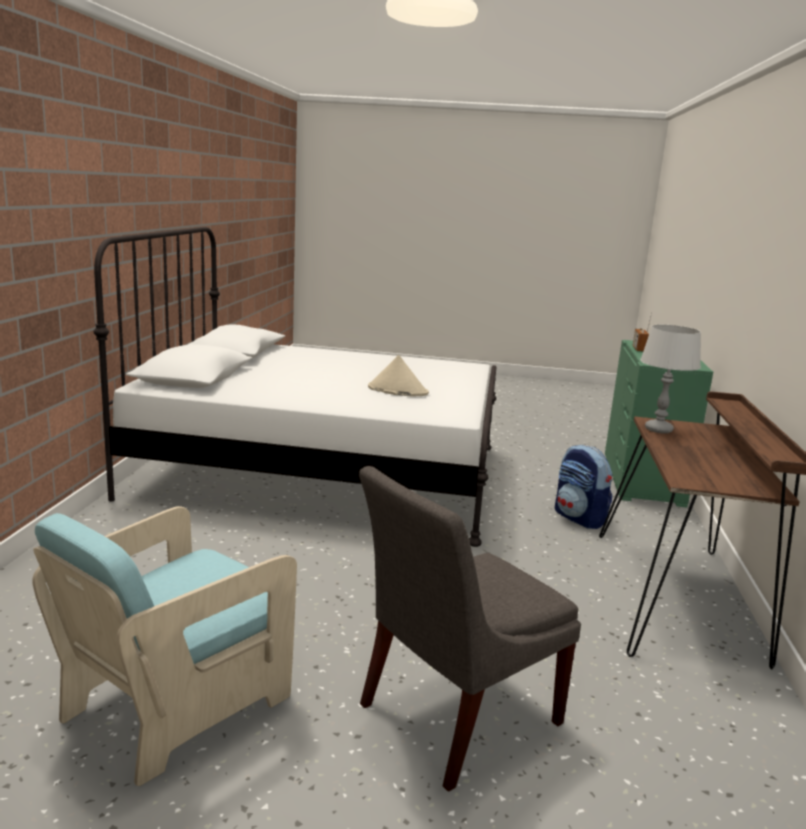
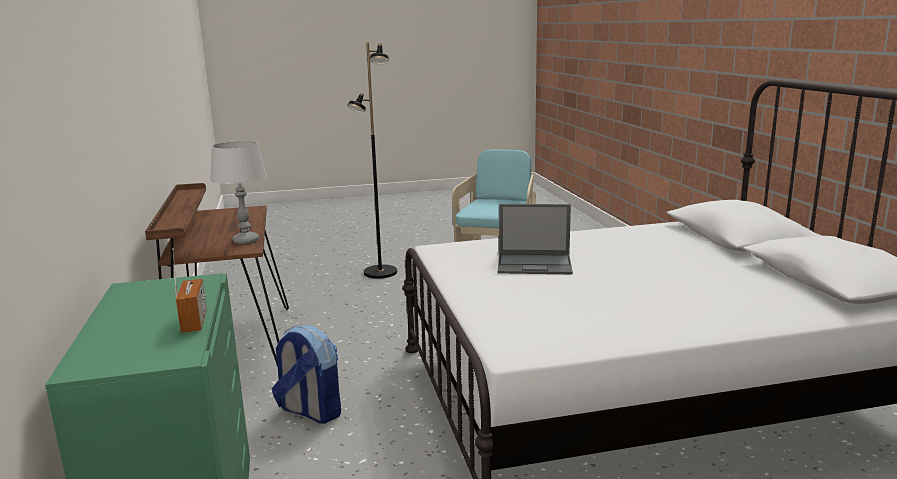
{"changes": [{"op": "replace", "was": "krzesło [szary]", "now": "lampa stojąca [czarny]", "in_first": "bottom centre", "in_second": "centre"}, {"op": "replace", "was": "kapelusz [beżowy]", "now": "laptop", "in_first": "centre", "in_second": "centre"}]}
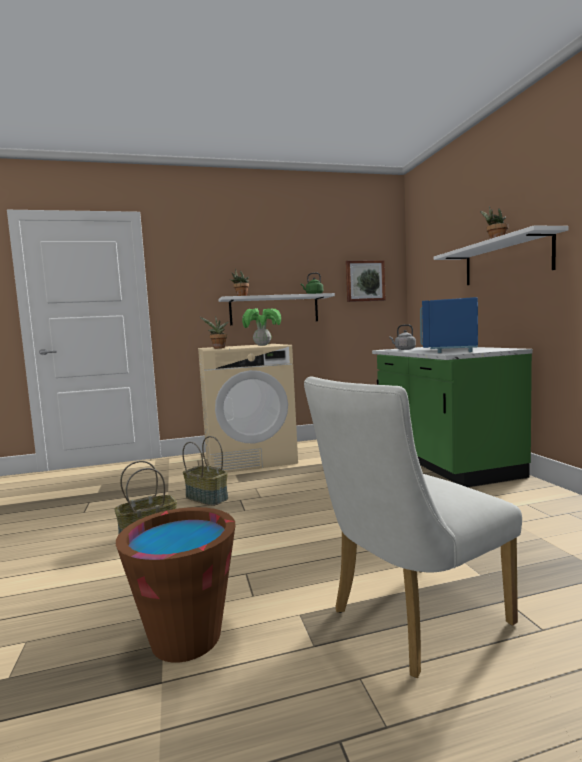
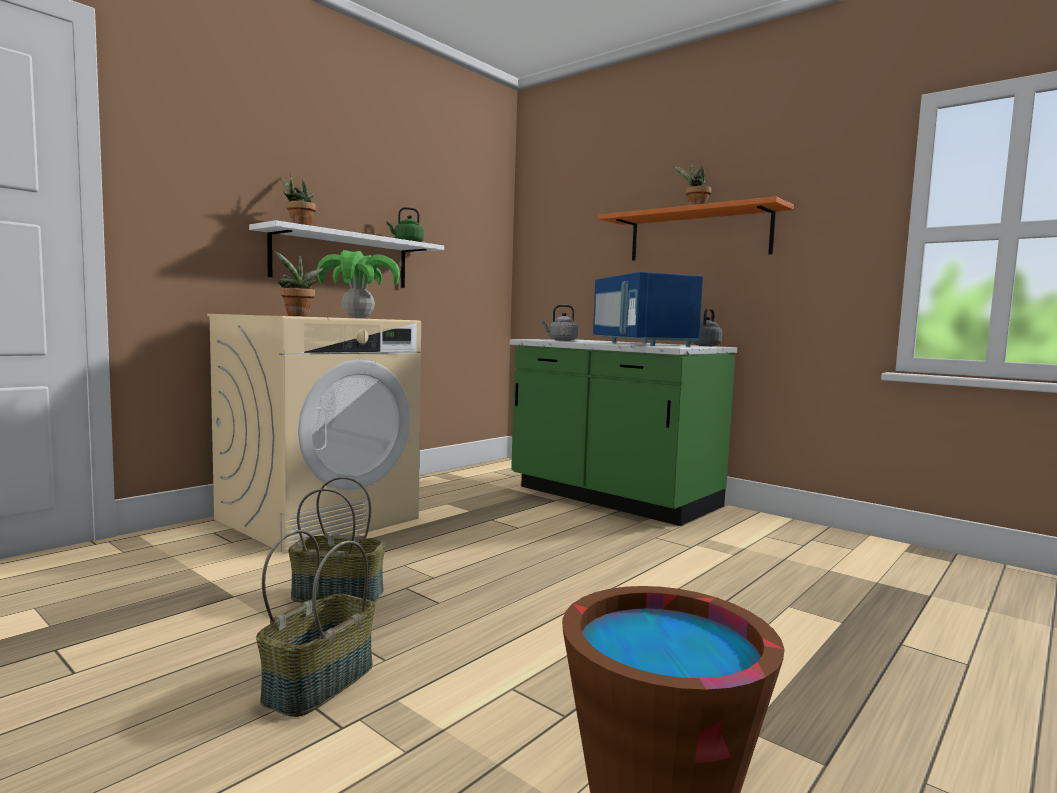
{"changes": [{"op": "recolor", "was": "półka [biały] (2nd from left)", "now": "półka [pomarańczowy]", "in_first": "middle right", "in_second": "top centre"}, {"op": "insert", "now": "czajnik [szary] (2nd from left)", "in_second": "middle right"}, {"op": "delete", "was": "krzesło [biały]", "in_first": "bottom right"}, {"op": "delete", "was": "obraz", "in_first": "centre"}]}
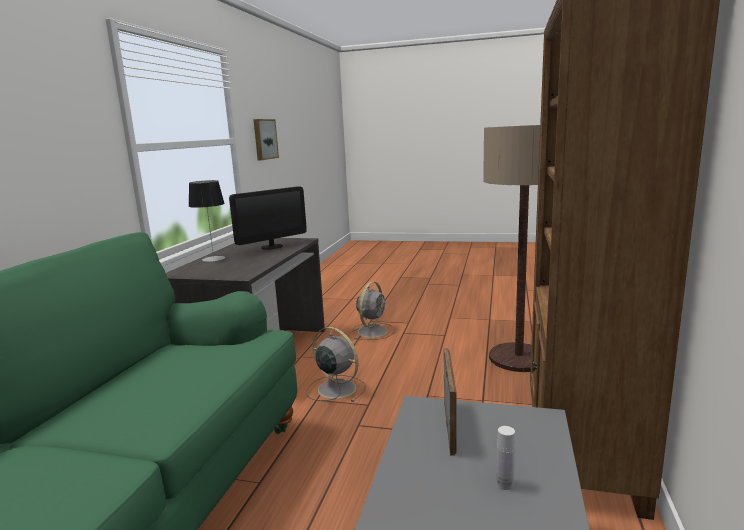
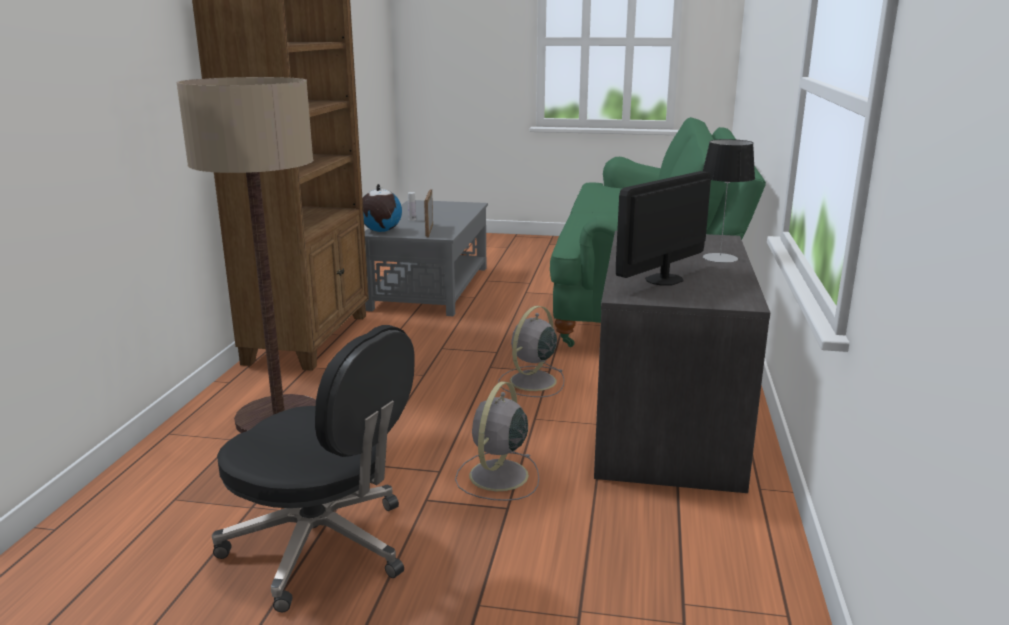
{"changes": [{"op": "insert", "now": "krzesło biurowe [czarny]", "in_second": "bottom left"}, {"op": "insert", "now": "globus", "in_second": "top centre"}, {"op": "rotate", "was": "wentylator [szary] (1st from left in the first image)", "in_first": "bottom centre", "in_second": "centre", "clockwise": 90}, {"op": "delete", "was": "obraz", "in_first": "top centre"}]}
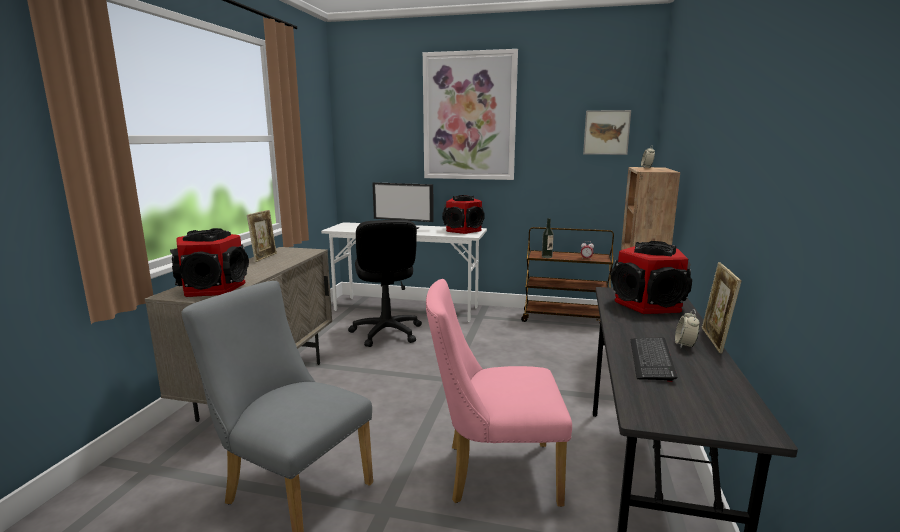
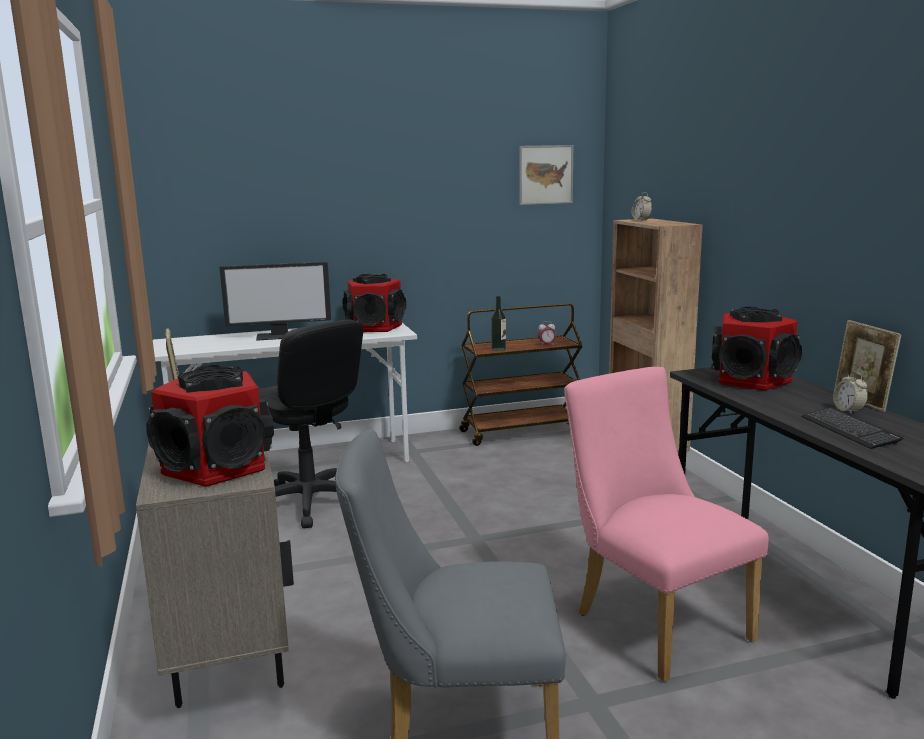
{"changes": [{"op": "rotate", "was": "krzesło [różowy]", "in_first": "bottom centre", "in_second": "bottom right", "clockwise": 90}, {"op": "delete", "was": "obraz (1st from left)", "in_first": "top centre"}]}
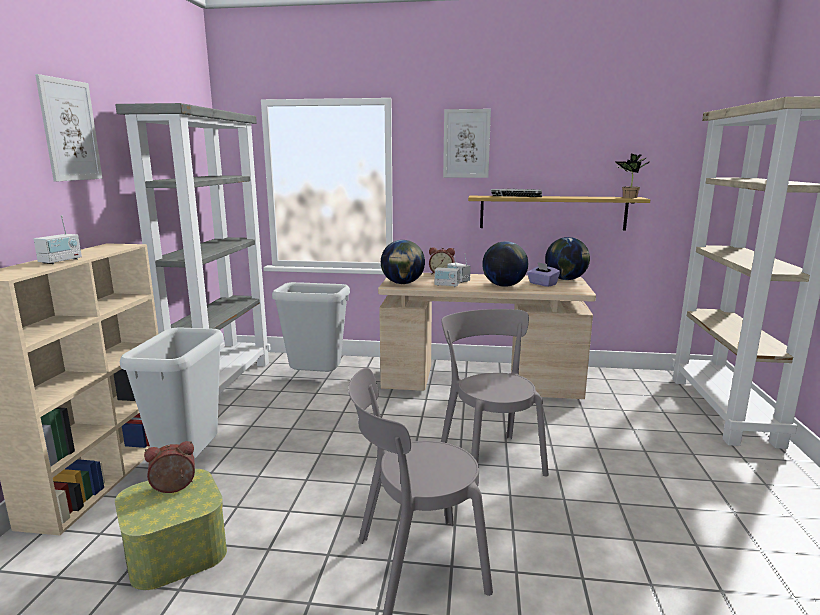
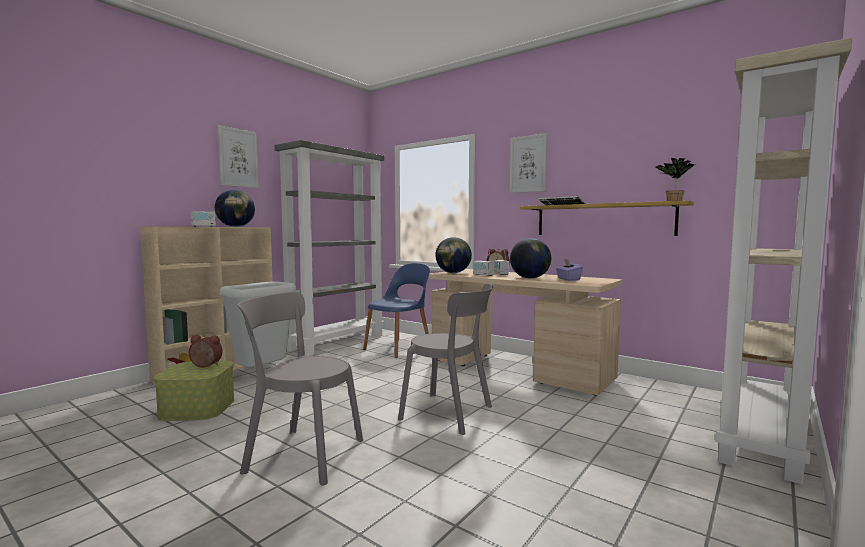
{"changes": [{"op": "move", "was": "globus (3rd from left in the first image)", "now": "globus (1st from left)", "in_first": "middle right", "in_second": "middle left"}, {"op": "replace", "was": "kosz na śmieci [szary] (2nd from left)", "now": "krzesło [niebieski]", "in_first": "centre", "in_second": "centre"}, {"op": "rotate", "was": "krzesło [szary] (2nd from left)", "in_first": "centre", "in_second": "centre", "clockwise": 105}]}
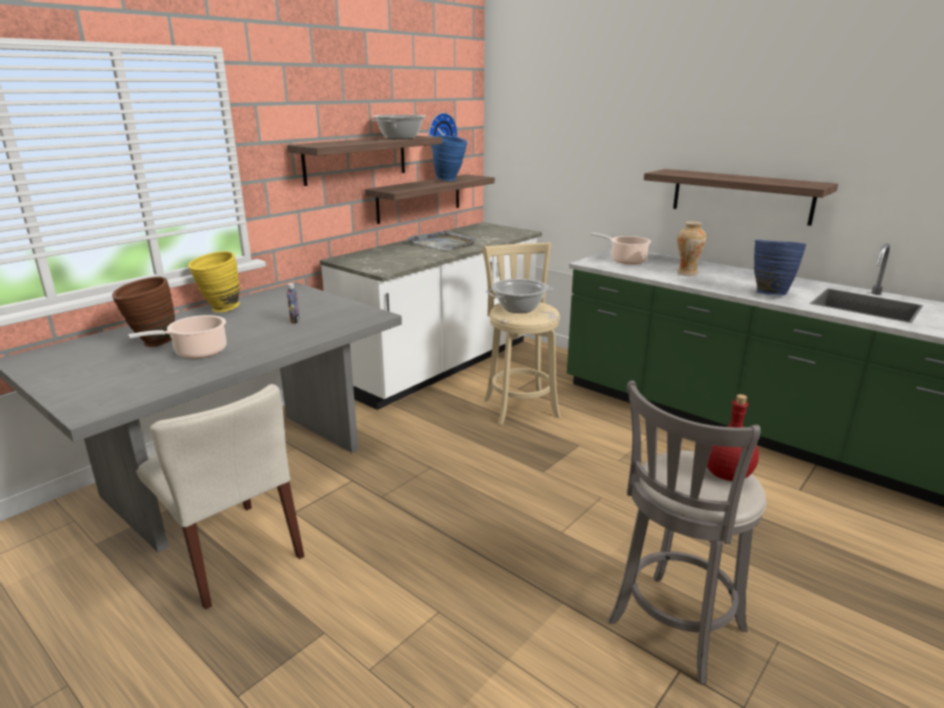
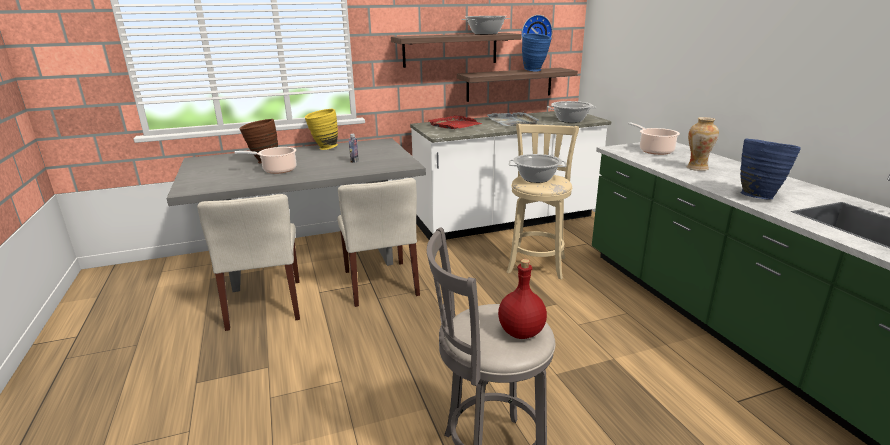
{"changes": [{"op": "insert", "now": "krzesło [beżowy] (2nd from left)", "in_second": "centre"}, {"op": "insert", "now": "taca [czerwony]", "in_second": "top centre"}, {"op": "insert", "now": "garnek (4th from left)", "in_second": "top centre"}, {"op": "delete", "was": "półka (3rd from left)", "in_first": "top right"}]}
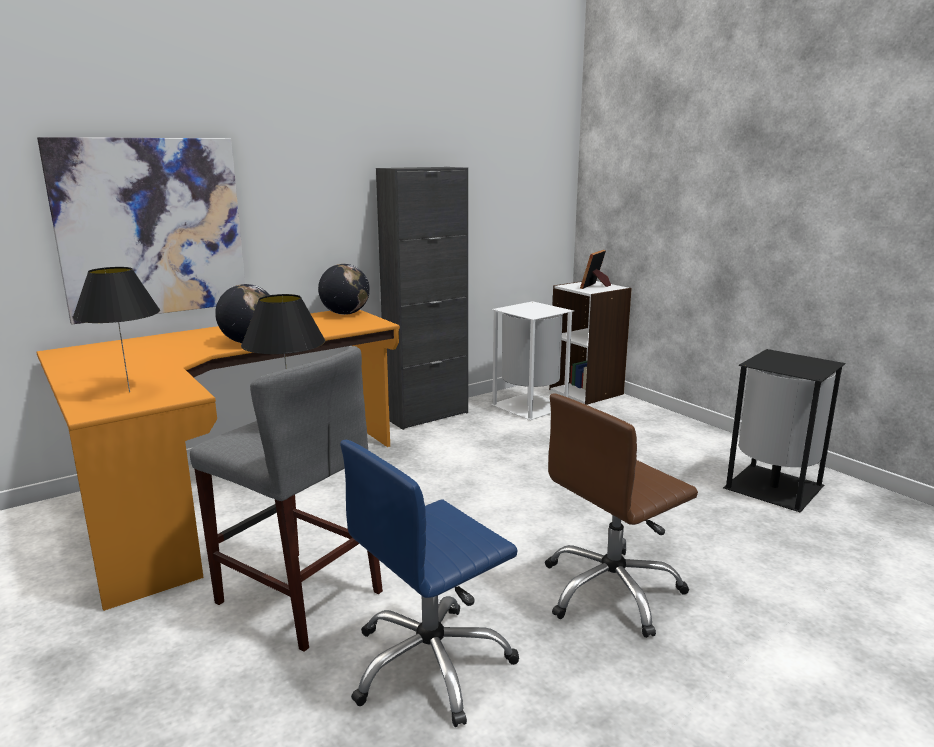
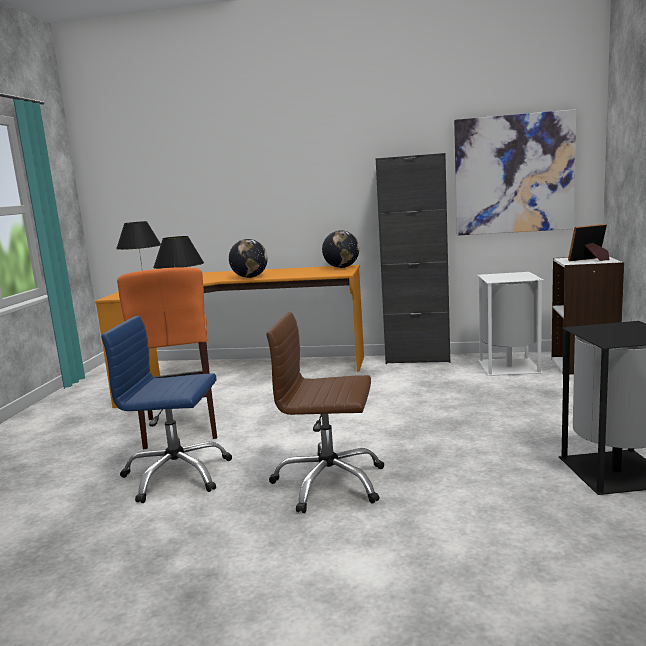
{"changes": [{"op": "recolor", "was": "stołek [szary]", "now": "stołek [pomarańczowy]", "in_first": "bottom left", "in_second": "middle left"}, {"op": "move", "was": "obraz", "in_first": "top left", "in_second": "top right"}]}
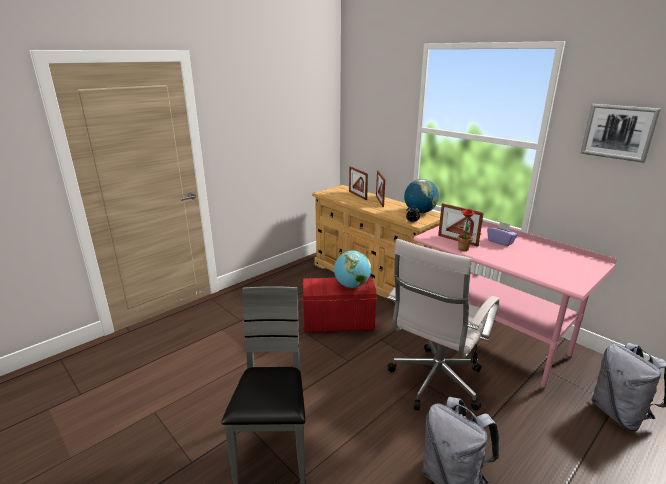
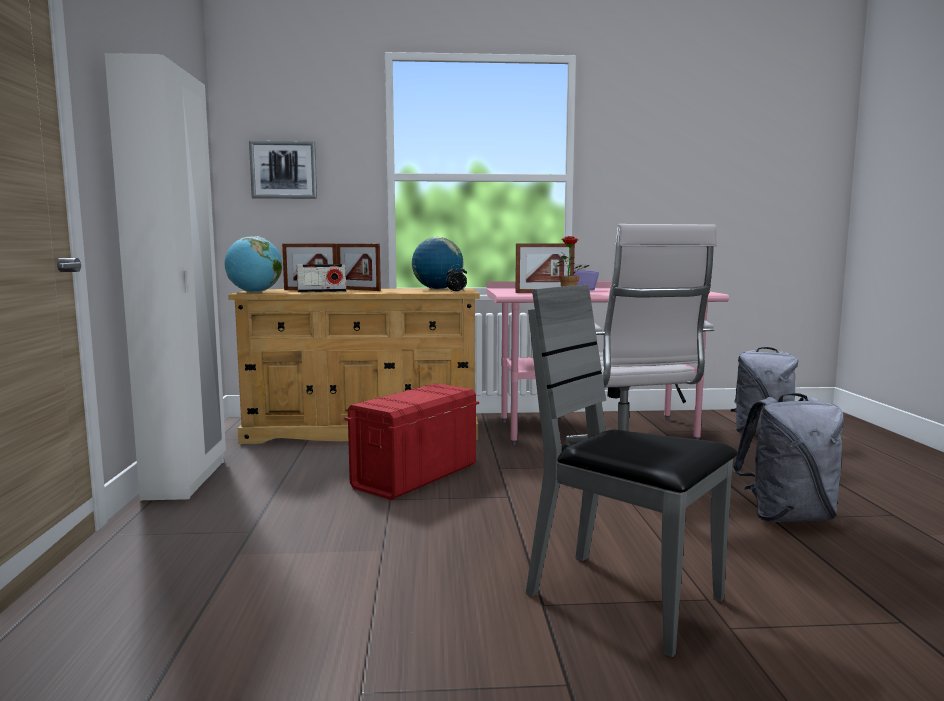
{"changes": [{"op": "insert", "now": "szafa [biały]", "in_second": "middle left"}, {"op": "move", "was": "globus (1st from left)", "in_first": "centre", "in_second": "middle left"}, {"op": "move", "was": "obraz", "in_first": "top right", "in_second": "top left"}, {"op": "insert", "now": "radio", "in_second": "centre"}]}
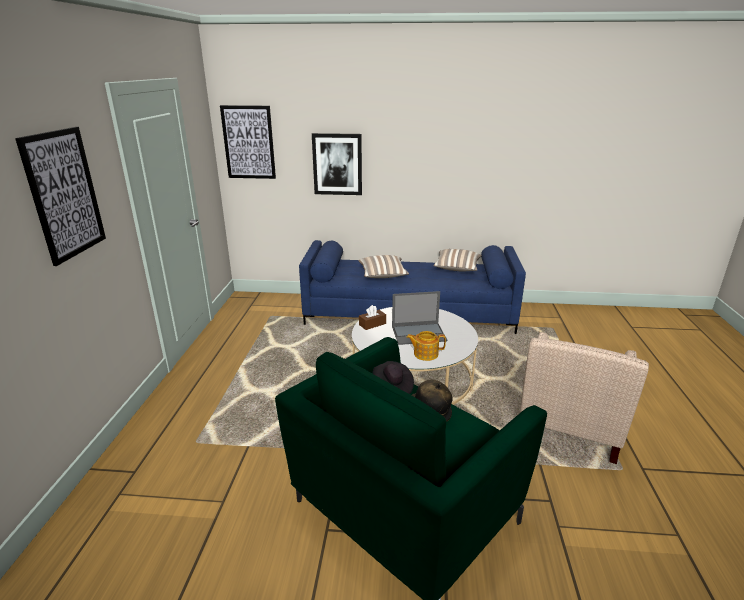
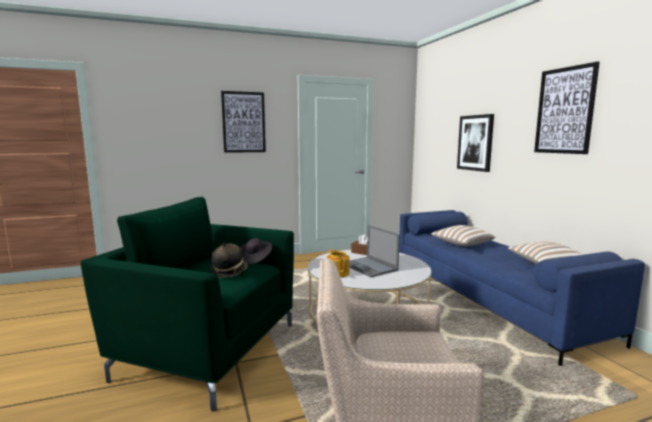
{"changes": [{"op": "move", "was": "obraz (2nd from left in the first image)", "now": "obraz (3rd from left)", "in_first": "top centre", "in_second": "top right"}]}
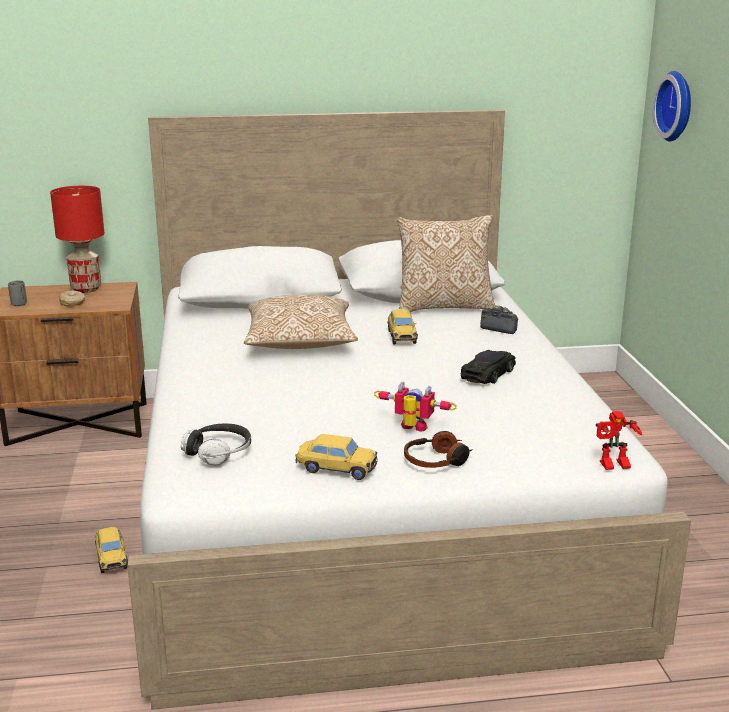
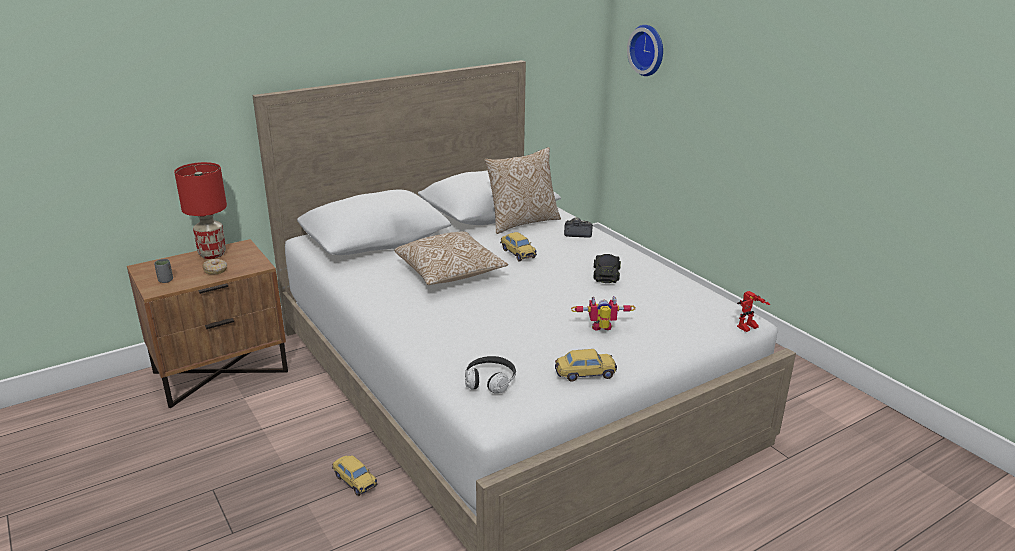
{"changes": [{"op": "delete", "was": "słuchawki (2nd from left)", "in_first": "centre"}]}
